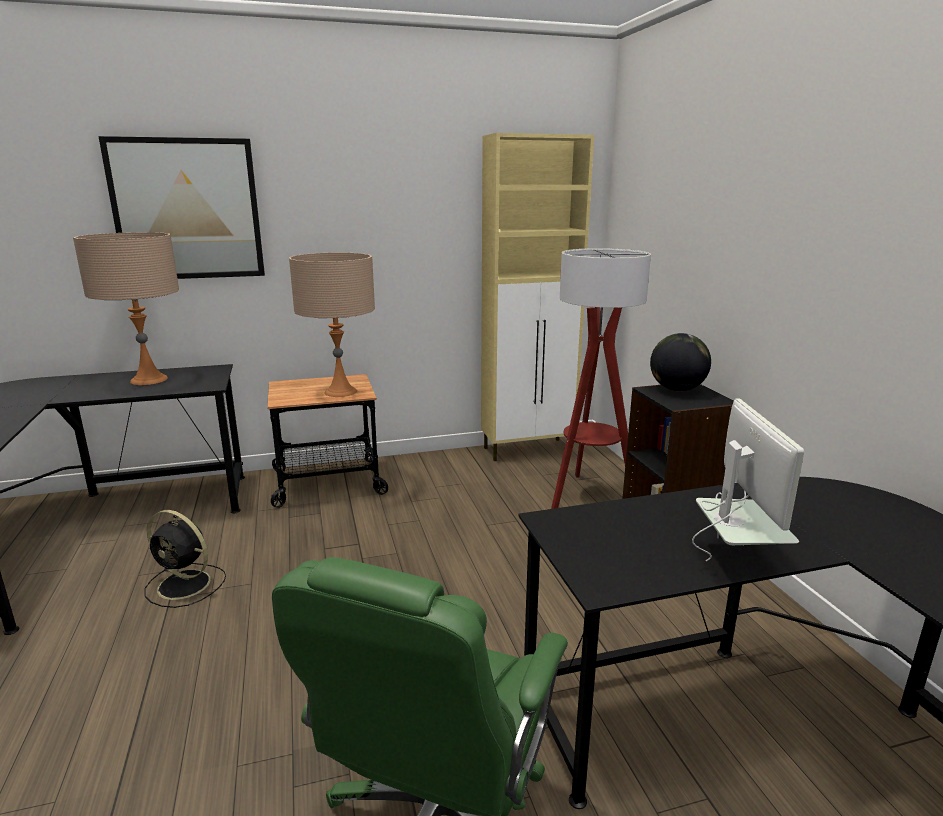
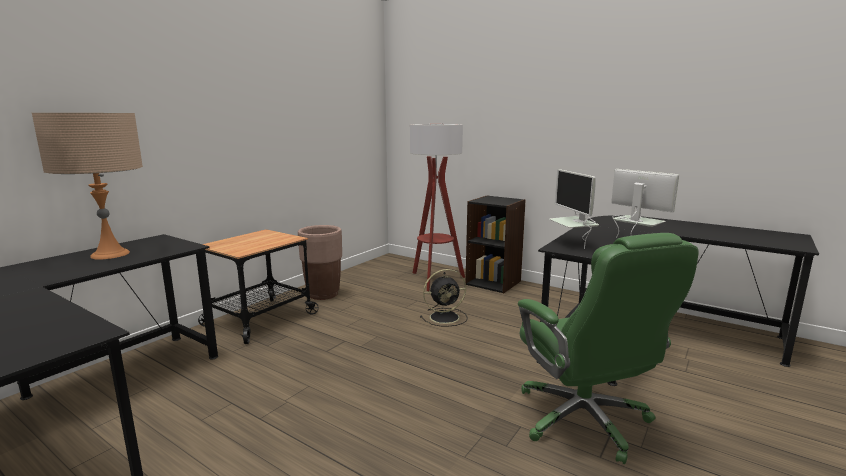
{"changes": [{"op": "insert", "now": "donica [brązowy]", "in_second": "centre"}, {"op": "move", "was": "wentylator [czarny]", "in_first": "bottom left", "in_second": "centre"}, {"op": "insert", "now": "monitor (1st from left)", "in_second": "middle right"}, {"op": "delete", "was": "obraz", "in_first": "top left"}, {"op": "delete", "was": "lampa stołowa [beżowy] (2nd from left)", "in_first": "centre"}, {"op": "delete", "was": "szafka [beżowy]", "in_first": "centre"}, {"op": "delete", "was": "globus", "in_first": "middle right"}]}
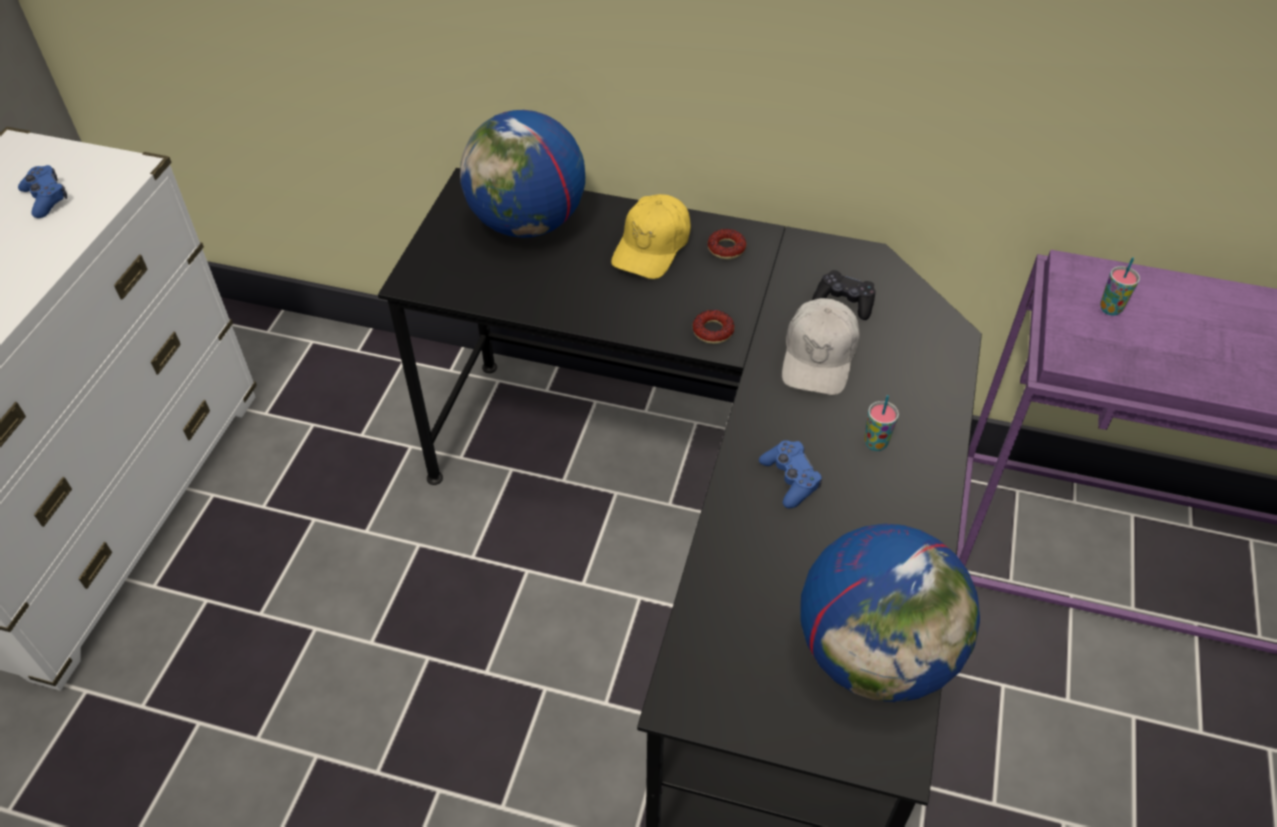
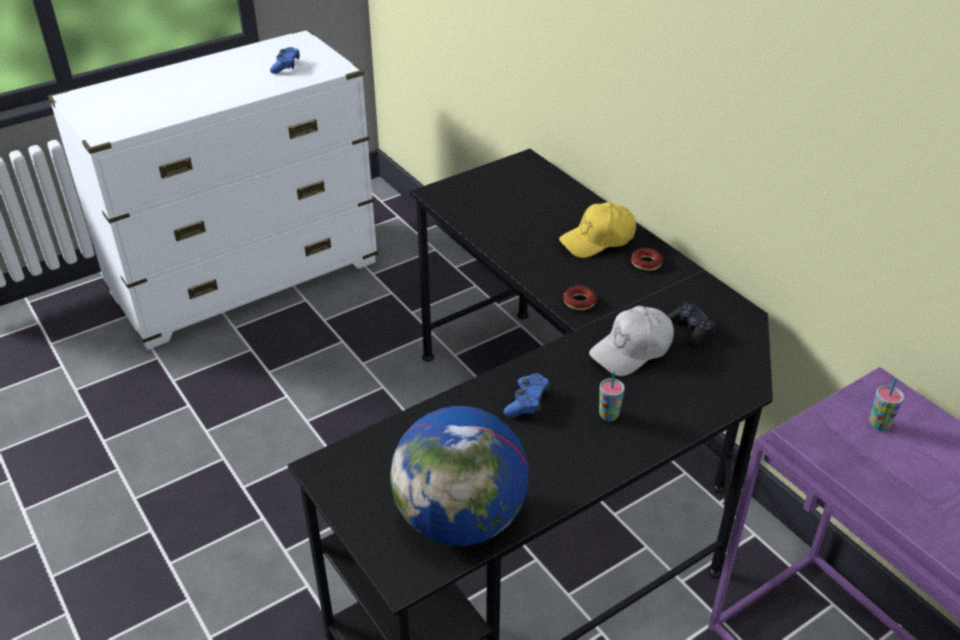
{"changes": [{"op": "delete", "was": "globus (1st from left)", "in_first": "top centre"}]}
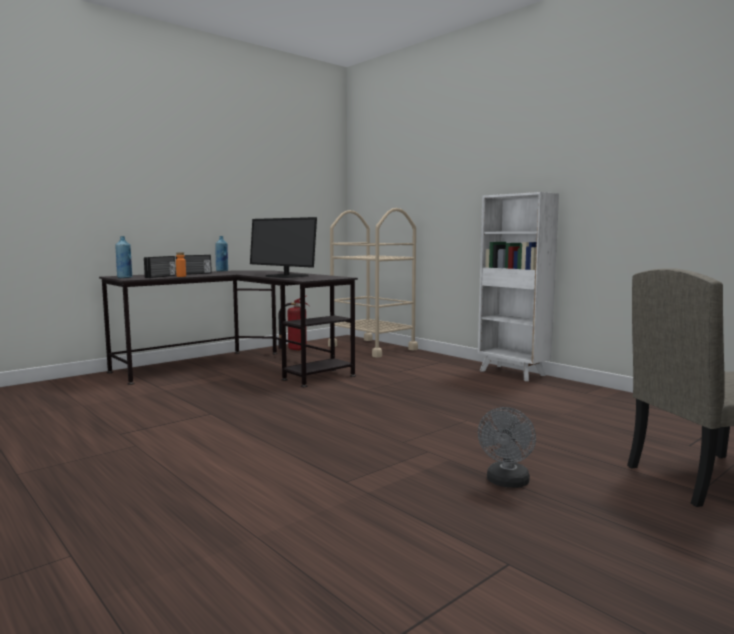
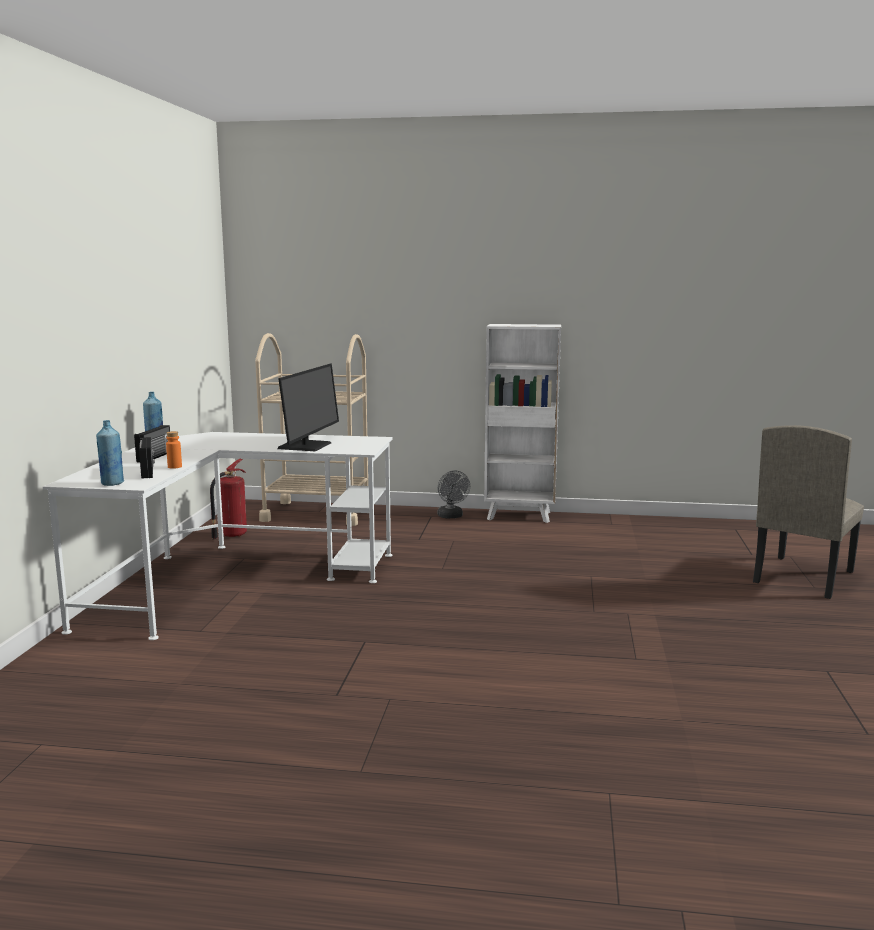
{"changes": [{"op": "recolor", "was": "biurko [czarny]", "now": "biurko [biały]", "in_first": "middle left", "in_second": "middle left"}, {"op": "rotate", "was": "monitor", "in_first": "centre", "in_second": "centre", "clockwise": -75}, {"op": "move", "was": "wentylator [szary]", "in_first": "bottom right", "in_second": "centre"}]}
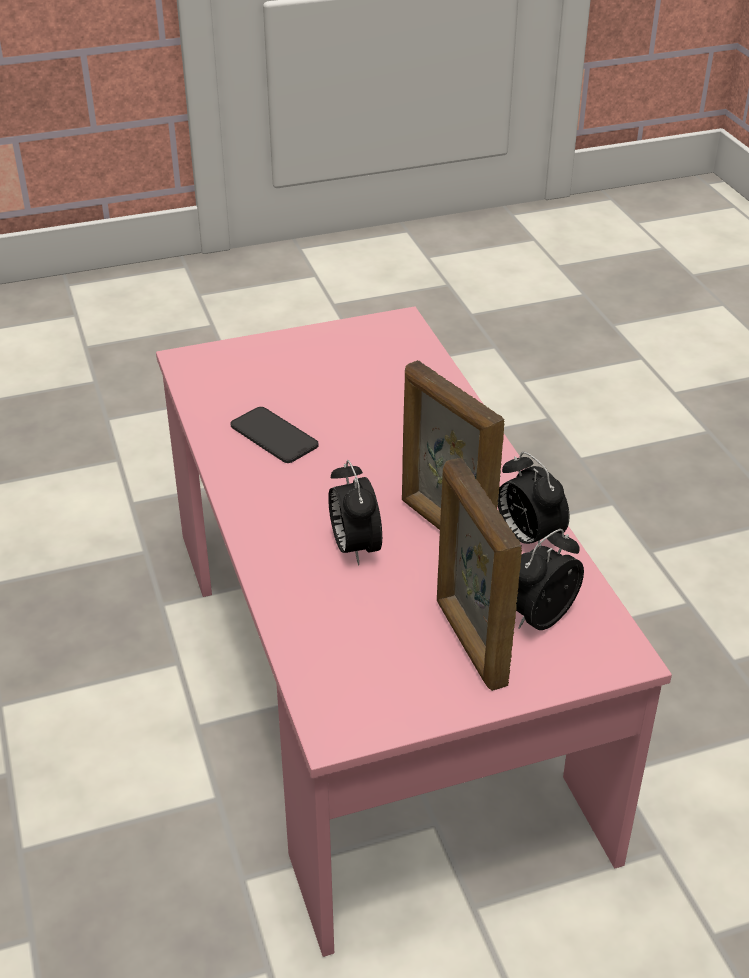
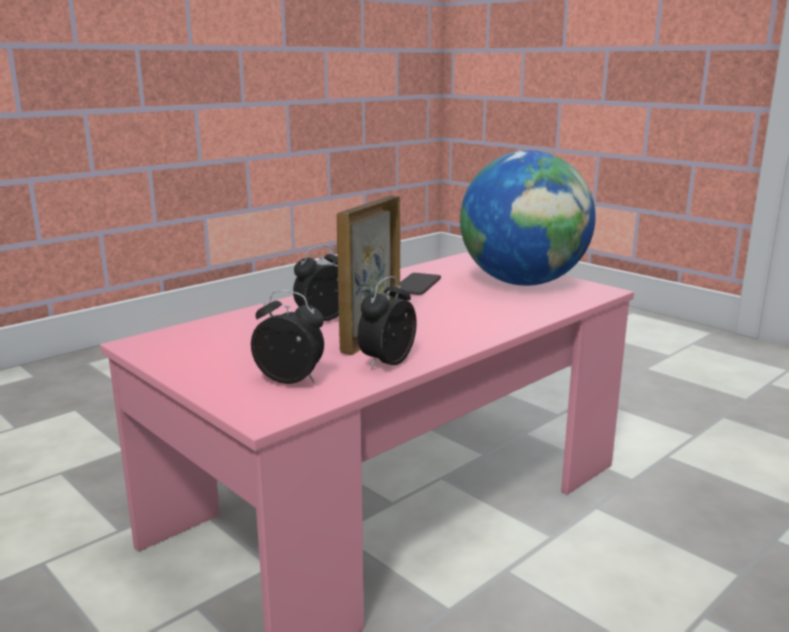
{"changes": [{"op": "insert", "now": "globus", "in_second": "middle right"}, {"op": "delete", "was": "ramka na zdjęcie (2nd from left)", "in_first": "centre"}]}
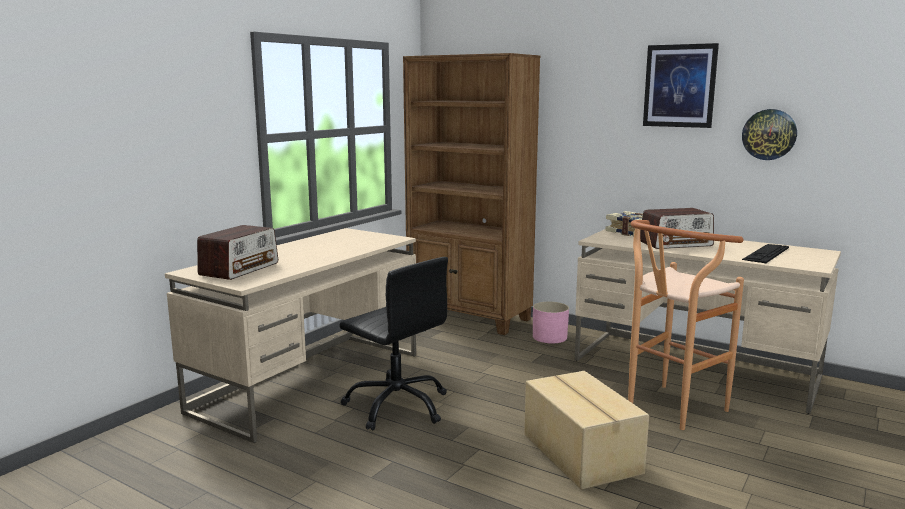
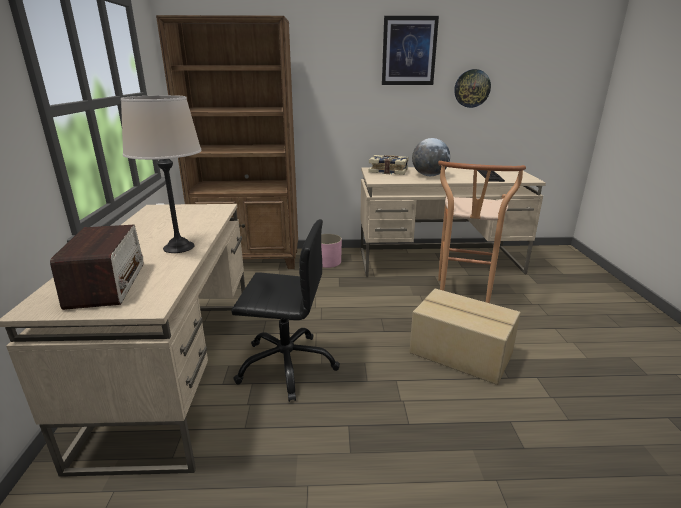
{"changes": [{"op": "insert", "now": "lampa stołowa [beżowy]", "in_second": "middle left"}, {"op": "replace", "was": "radio (2nd from left)", "now": "globus", "in_first": "middle right", "in_second": "top centre"}]}
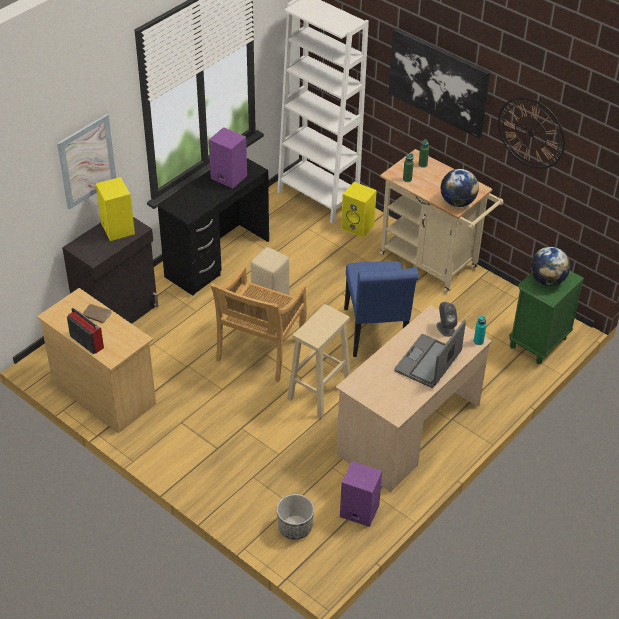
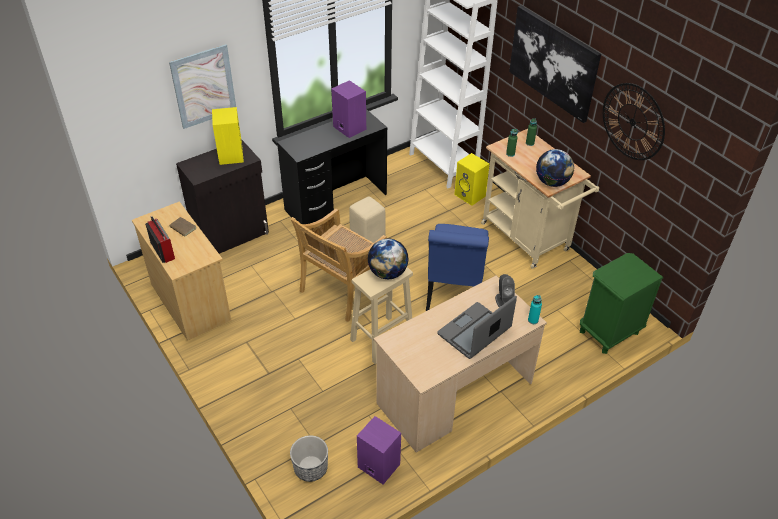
{"changes": [{"op": "move", "was": "globus (2nd from left in the first image)", "now": "globus (1st from left)", "in_first": "middle right", "in_second": "centre"}]}
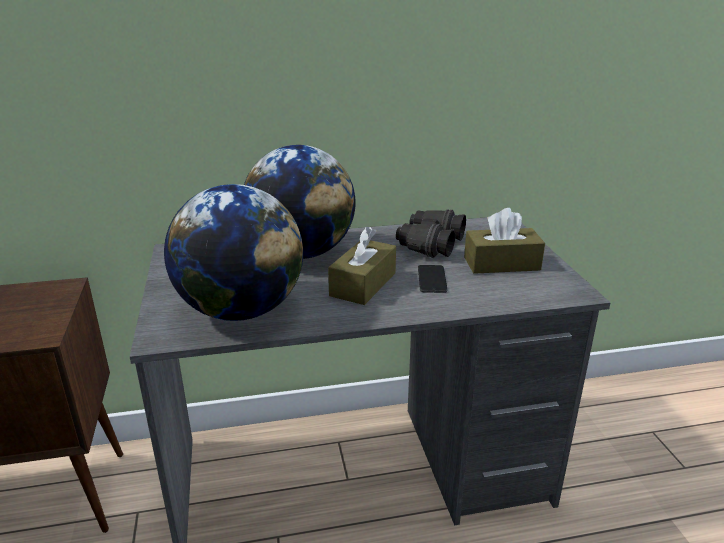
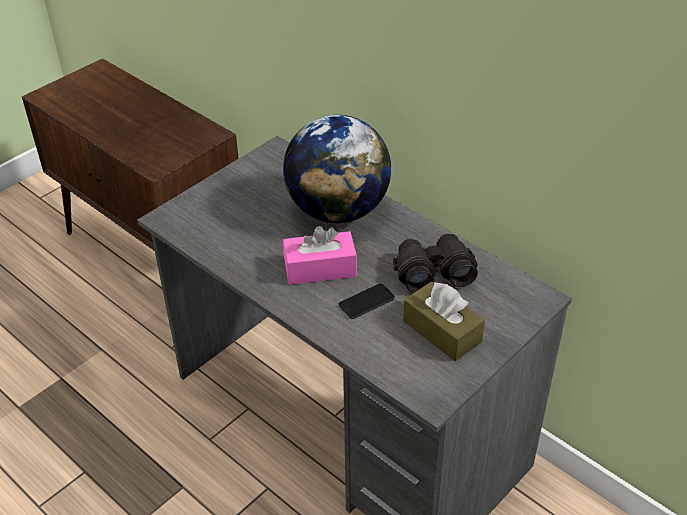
{"changes": [{"op": "recolor", "was": "pudełko chusteczek [brązowy] (1st from left)", "now": "pudełko chusteczek [różowy]", "in_first": "centre", "in_second": "centre"}, {"op": "delete", "was": "globus (1st from left)", "in_first": "middle left"}]}
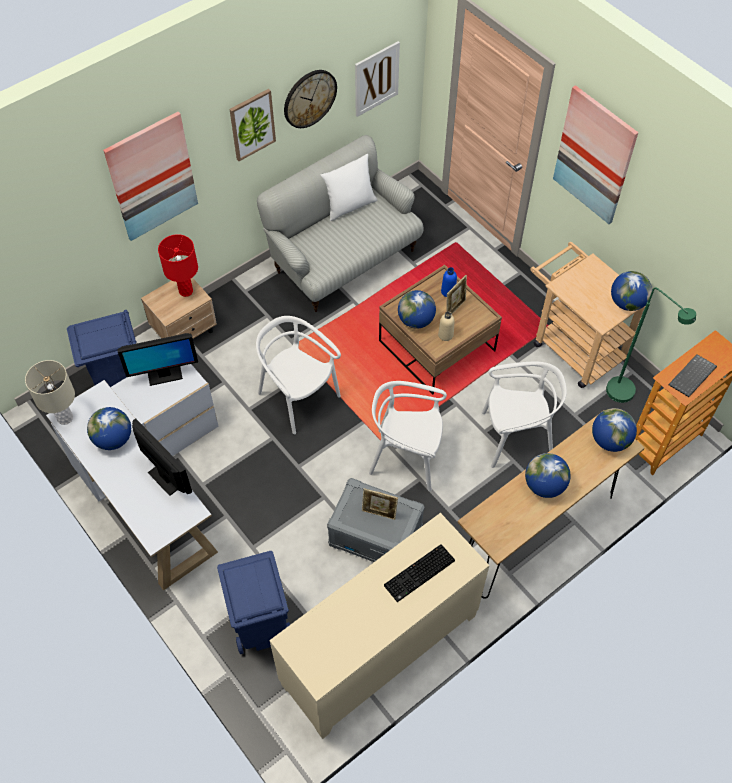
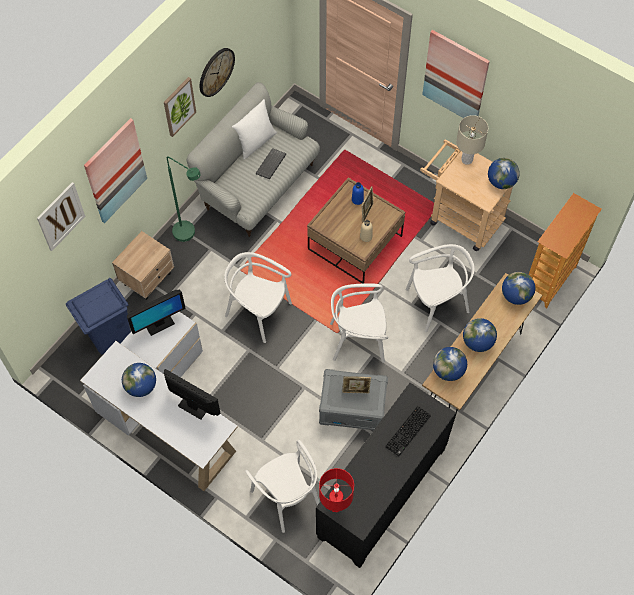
{"changes": [{"op": "move", "was": "obraz (3rd from left in the first image)", "now": "obraz (1st from left)", "in_first": "top centre", "in_second": "middle left"}, {"op": "move", "was": "lampa stojąca [zielony]", "in_first": "middle right", "in_second": "middle left"}, {"op": "replace", "was": "kosz na śmieci [niebieski] (2nd from left)", "now": "krzesło [biały] (2nd from left)", "in_first": "bottom centre", "in_second": "bottom centre"}, {"op": "move", "was": "klawiatura (2nd from left in the first image)", "now": "klawiatura (1st from left)", "in_first": "middle right", "in_second": "top centre"}, {"op": "recolor", "was": "szafka [beżowy]", "now": "szafka [czarny]", "in_first": "bottom centre", "in_second": "bottom centre"}, {"op": "move", "was": "lampa stołowa [czerwony]", "in_first": "middle left", "in_second": "bottom centre"}, {"op": "move", "was": "globus (2nd from left)", "in_first": "centre", "in_second": "middle right"}, {"op": "move", "was": "lampa stołowa [beżowy]", "in_first": "middle left", "in_second": "top right"}]}
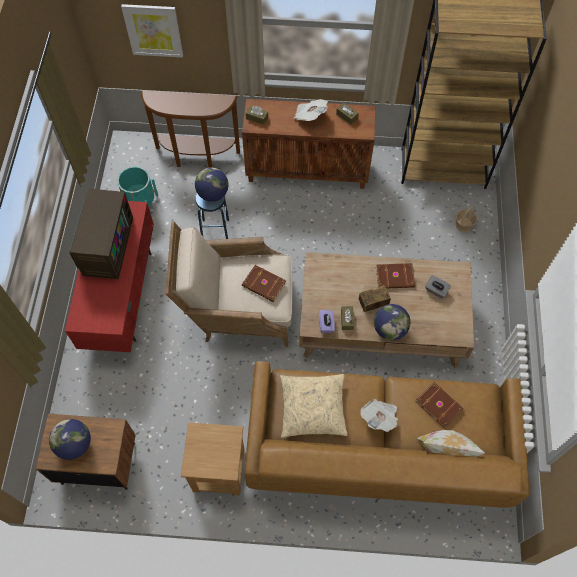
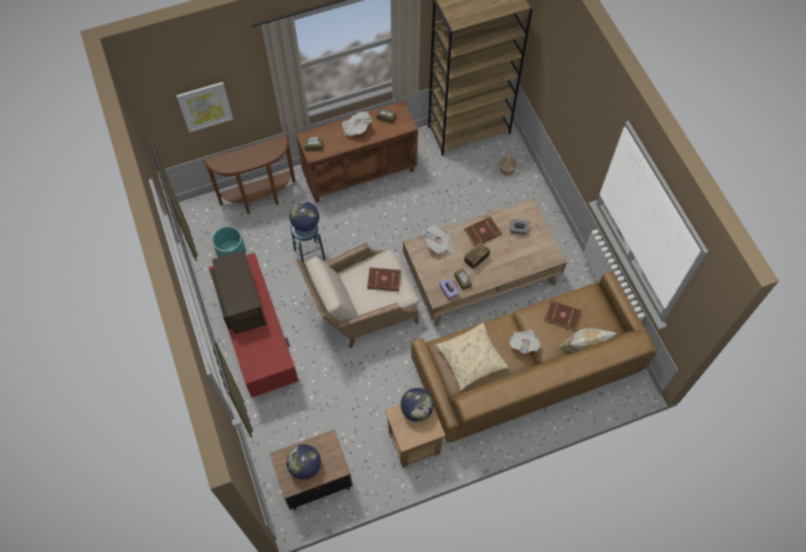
{"changes": [{"op": "move", "was": "globus (3rd from left)", "in_first": "middle right", "in_second": "bottom centre"}, {"op": "insert", "now": "gazeta (2nd from left)", "in_second": "centre"}]}
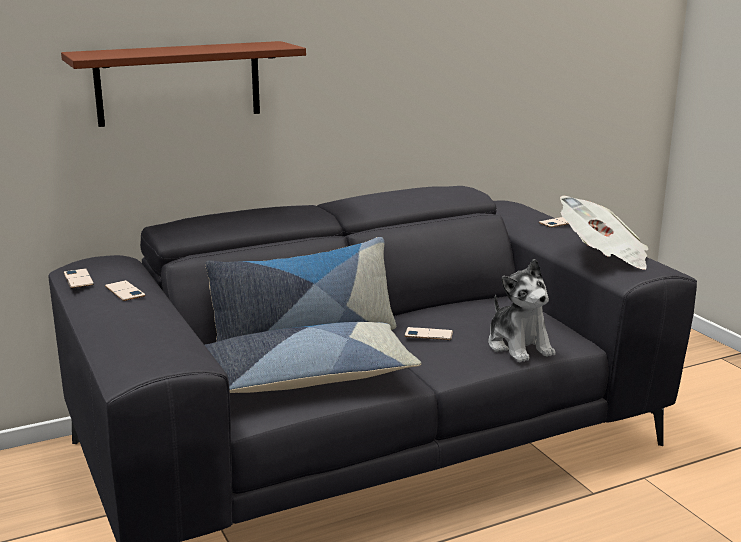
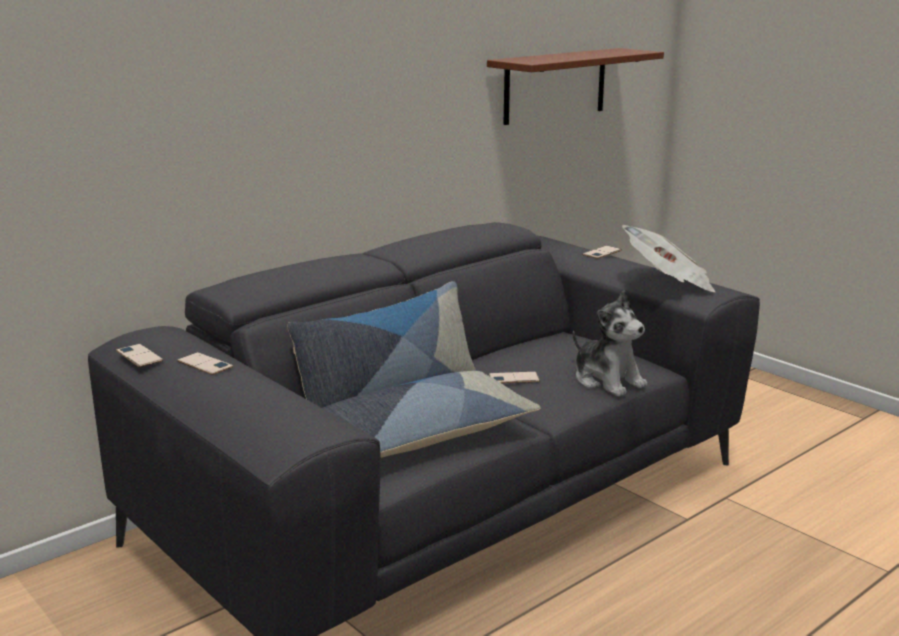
{"changes": [{"op": "move", "was": "półka [brązowy]", "in_first": "top left", "in_second": "top centre"}]}
